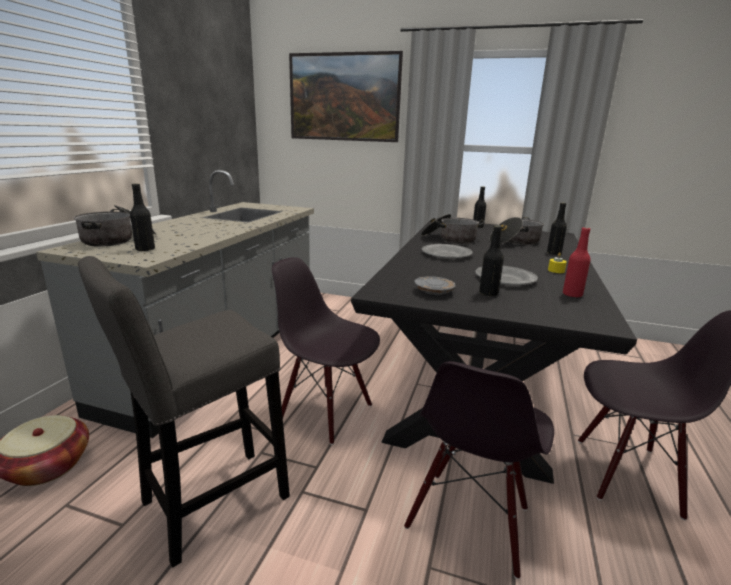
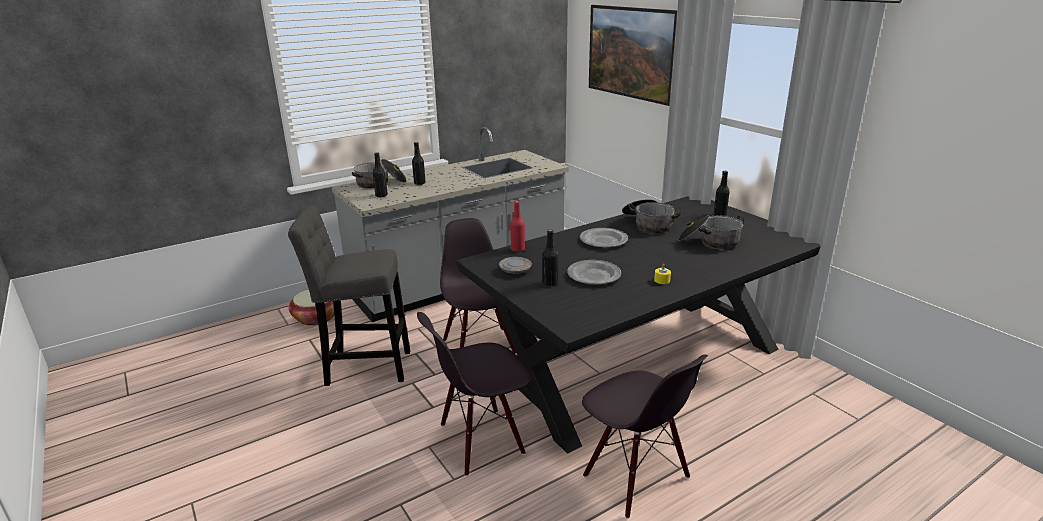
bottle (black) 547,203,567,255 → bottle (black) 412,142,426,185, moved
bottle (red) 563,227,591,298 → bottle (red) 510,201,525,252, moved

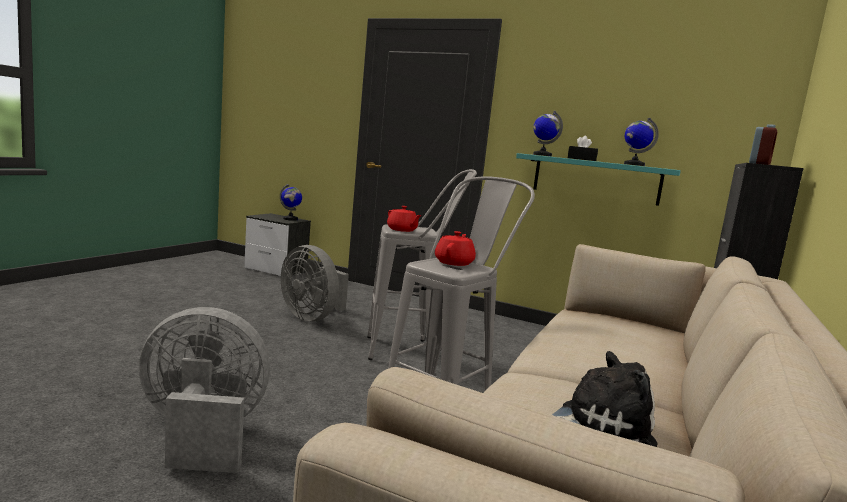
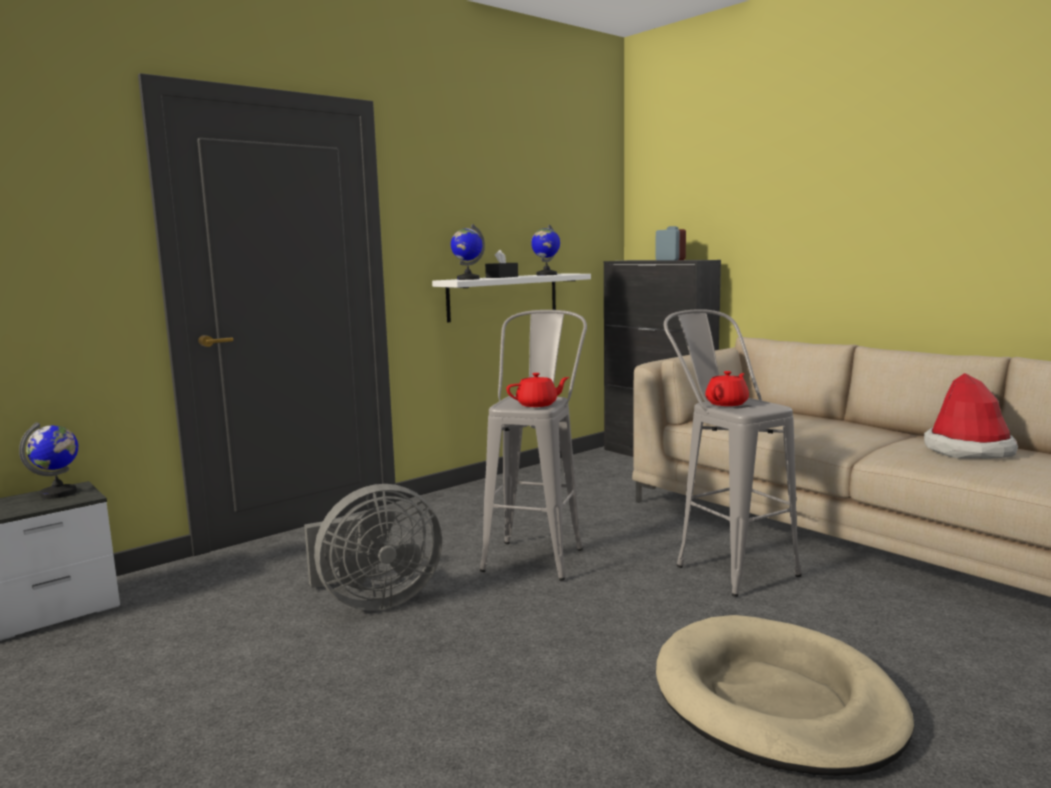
fan (grey) 139,307,270,473 → dog bed (beige) 656,615,914,776
teapot (red) 435,231,476,266 → teapot (red) 705,371,749,406, 90 degrees clockwise
shelf (turquoise) 516,153,681,206 → shelf (white) 432,273,591,323
plush toy 552,351,657,447 → hat 924,373,1018,459

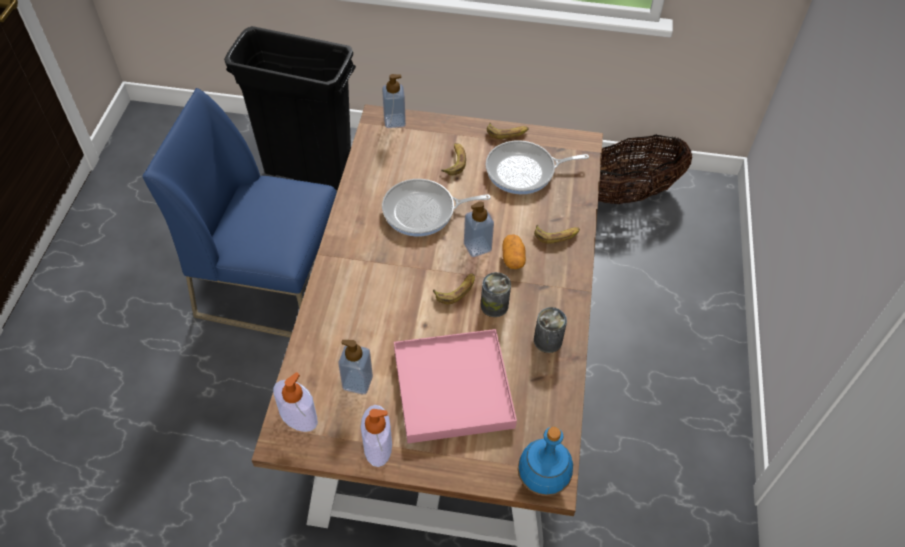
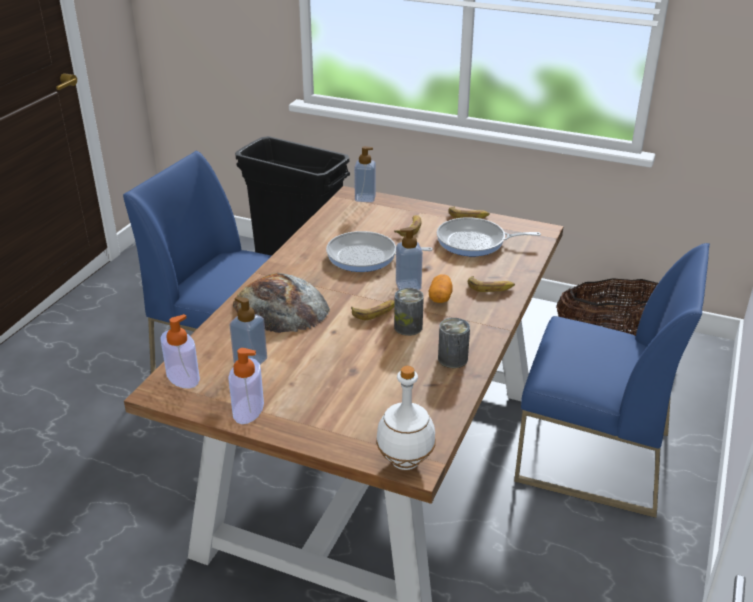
tray (pink) 394,329,517,443 → -
bottle (blue) 518,427,573,496 → bottle (white) 376,366,436,470
- → bread 233,273,330,333
- → chair (blue) 514,243,710,518

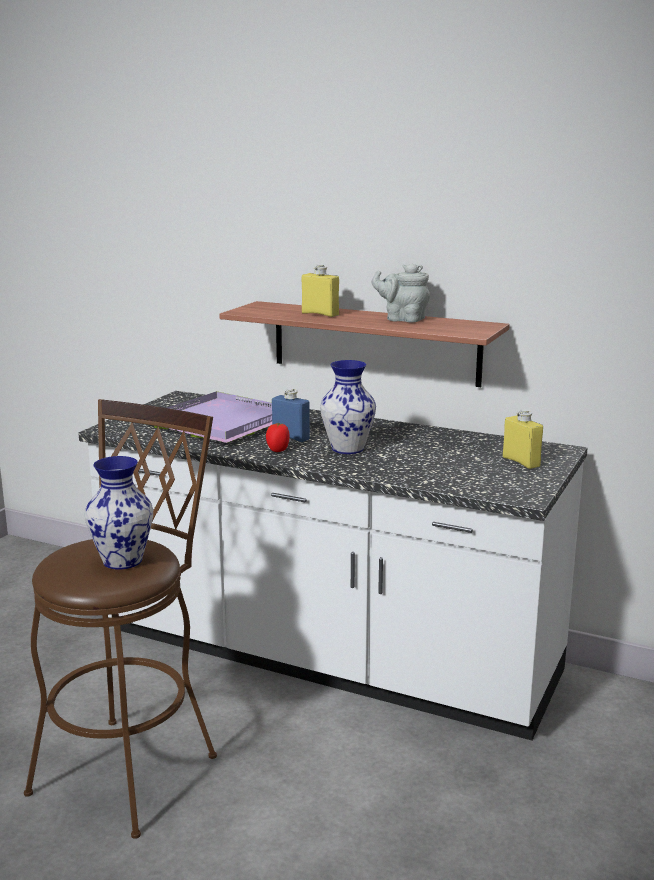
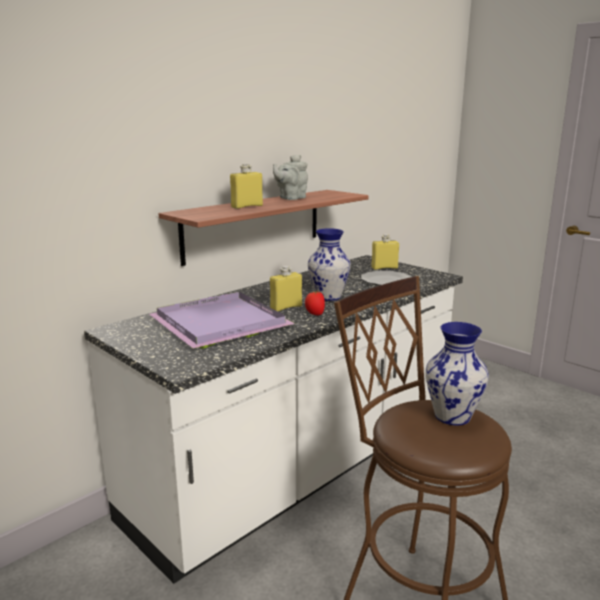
bottle (blue) 272,388,310,442 → bottle (yellow) 270,266,302,312
- → plate 361,271,411,286

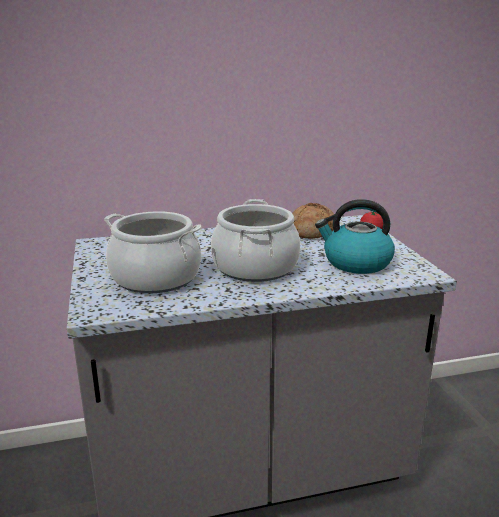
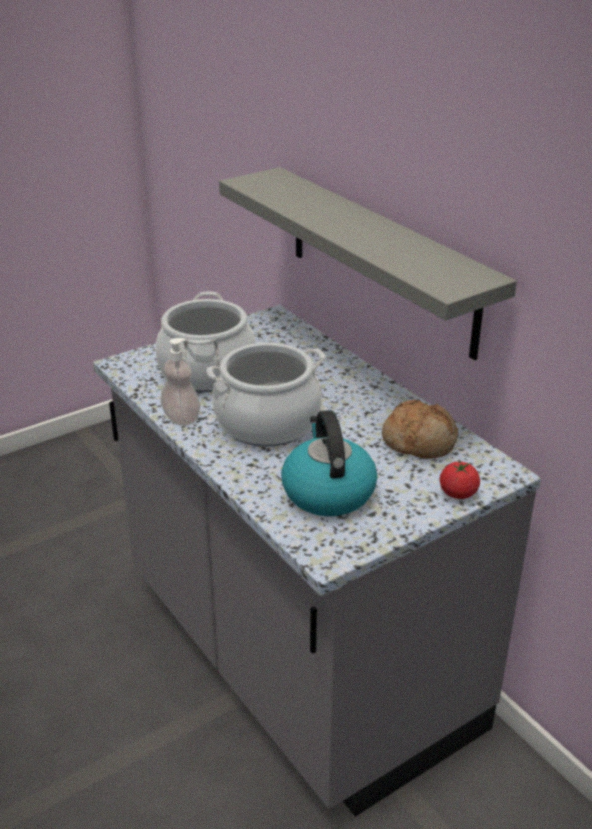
- → soap dispenser 161,338,200,426
- → shelf (grey) 219,167,517,360

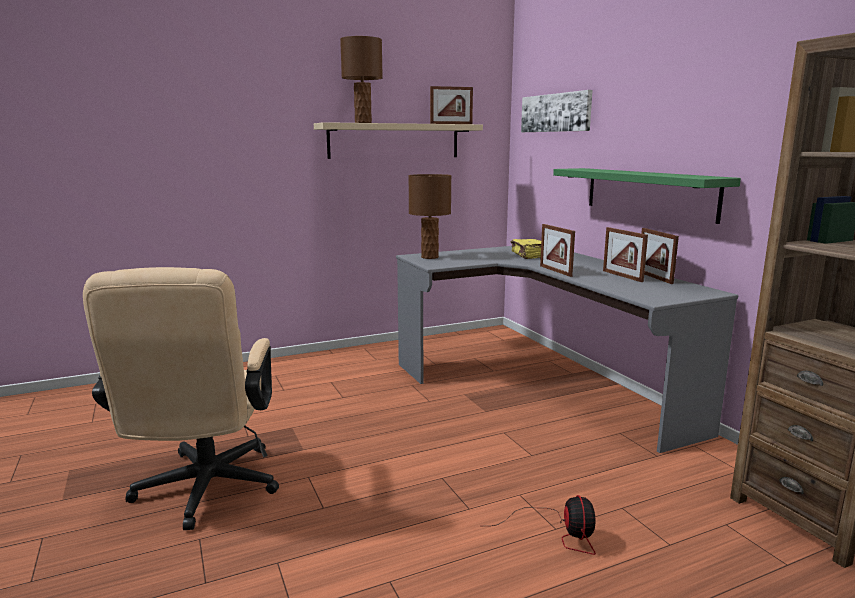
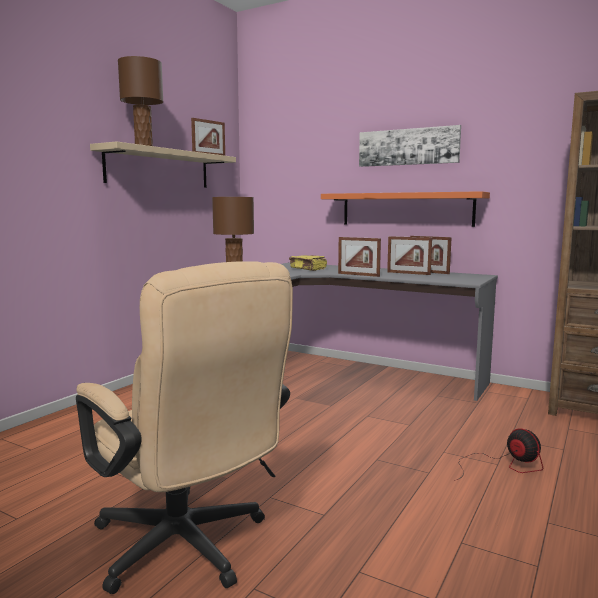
picture 521,90,593,132 → picture 359,125,461,167, moved
shelf (green) 553,168,741,224 → shelf (orange) 321,191,490,227

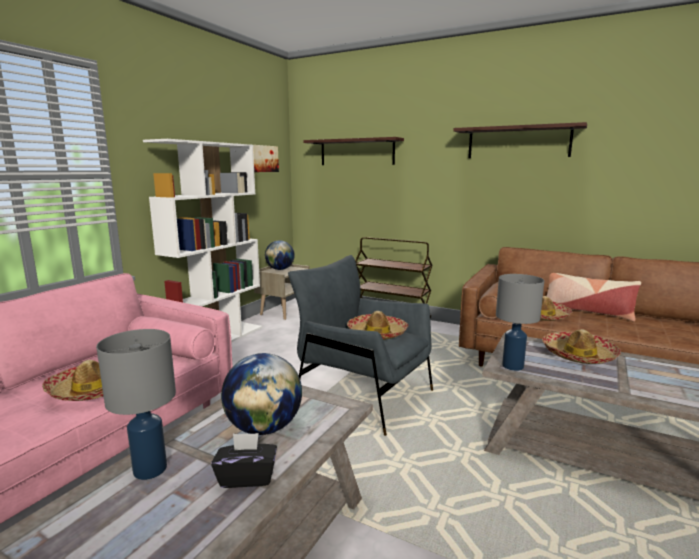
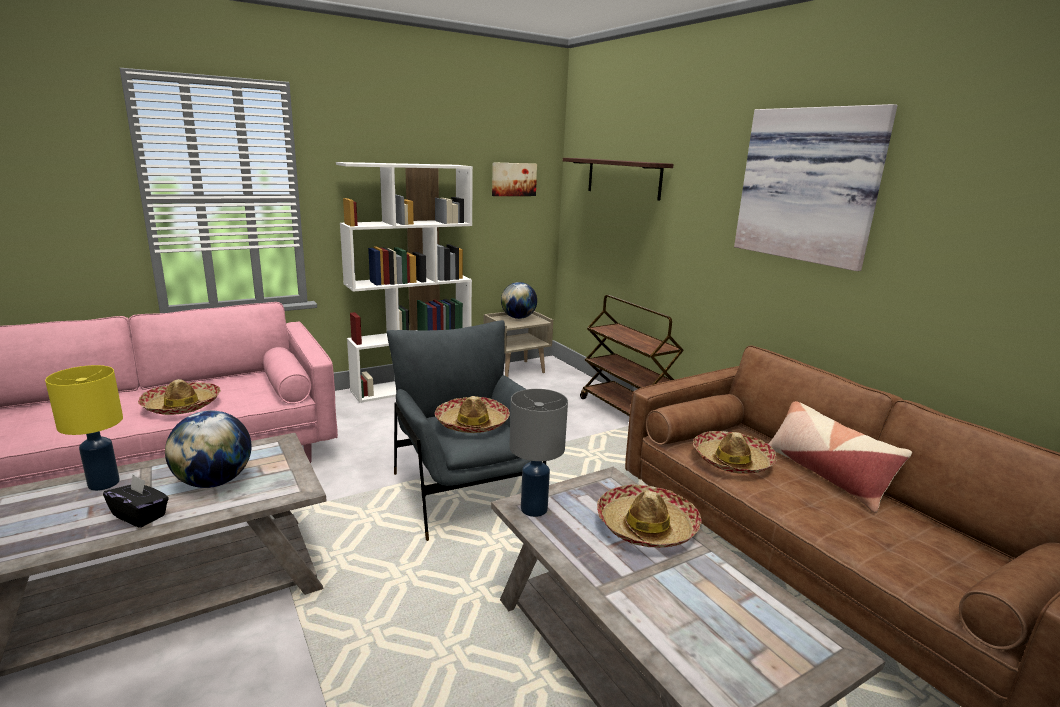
table lamp (grey) 96,329,176,480 → table lamp (yellow) 45,365,123,491
shelf 453,122,587,158 → picture 734,104,897,271

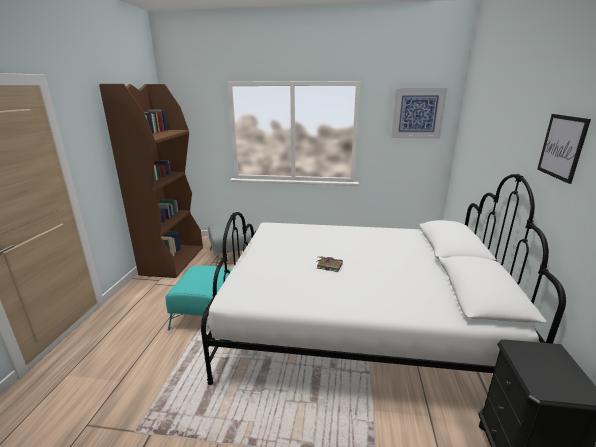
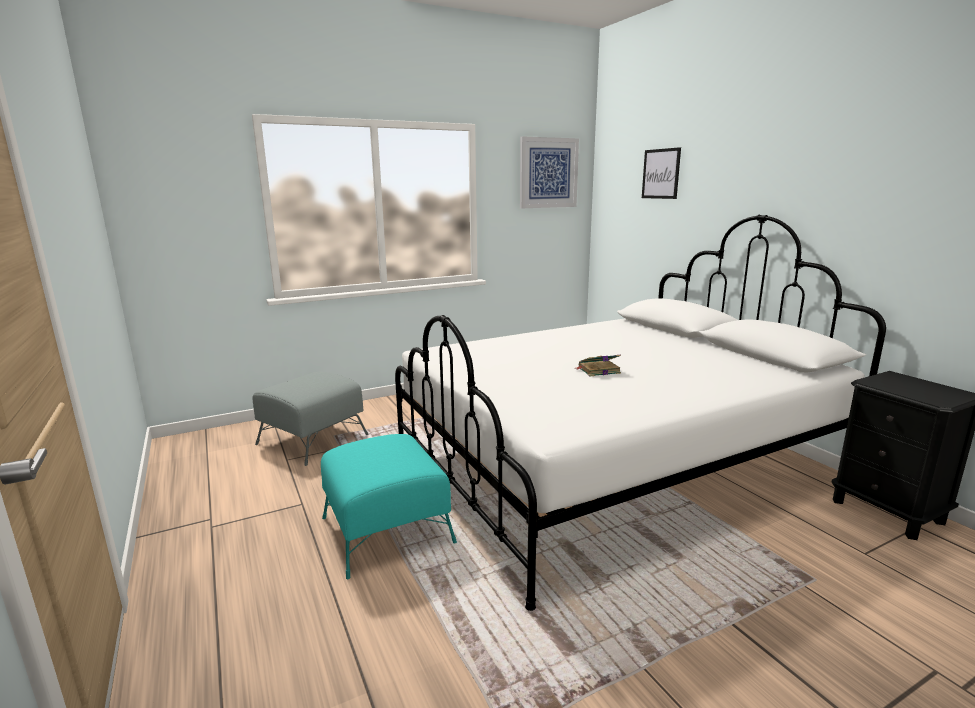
bookcase (brown) 99,84,203,278 → -
picture 537,114,591,184 → picture 642,147,681,199, moved

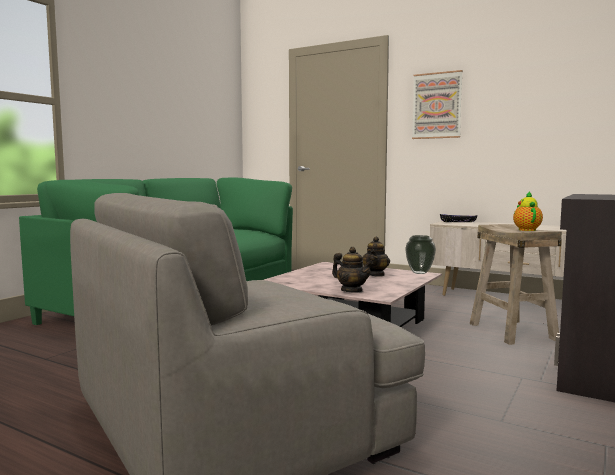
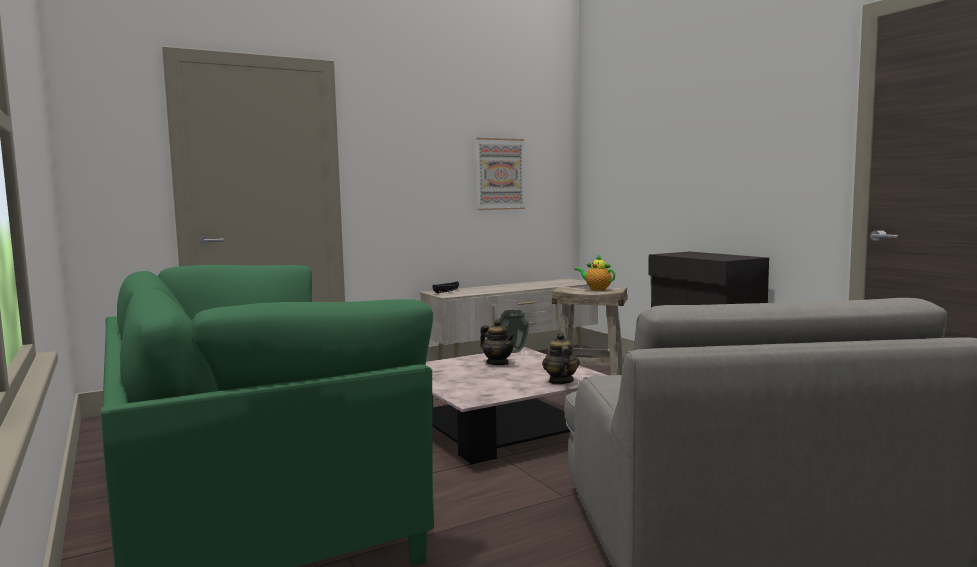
teapot 332,247,373,293 → teapot 542,332,580,384, 75 degrees counterclockwise
picture 412,70,463,139 → picture 476,138,525,210, moved

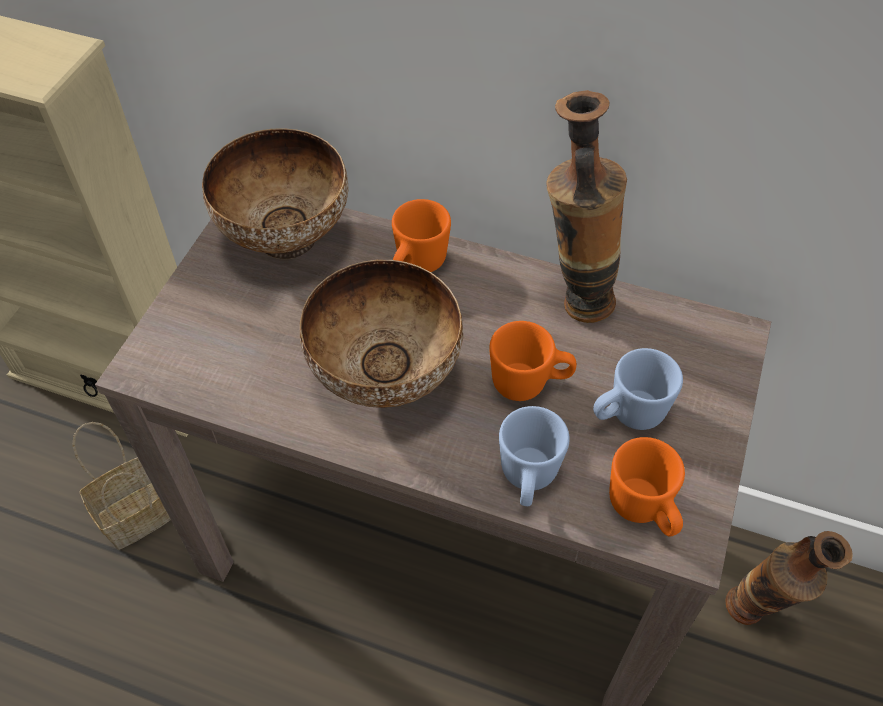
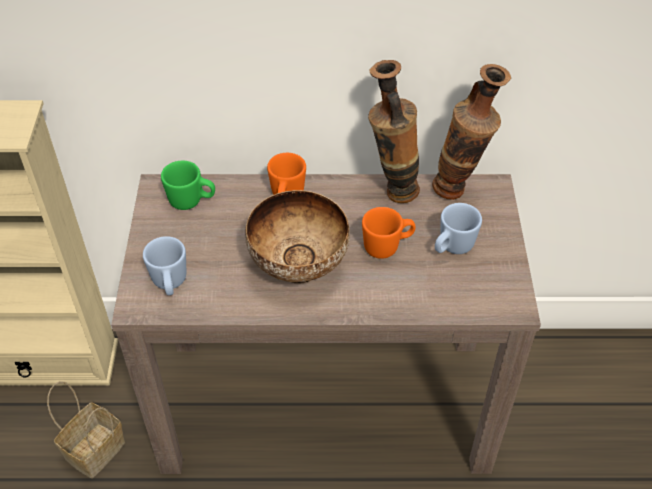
bowl 202,128,349,259 → mug (green) 161,161,215,210
mug (blue) 499,406,570,506 → mug (blue) 143,236,186,295, moved
mug (orange) 609,437,685,536 → -
vase 725,531,853,625 → vase 432,64,511,200, moved

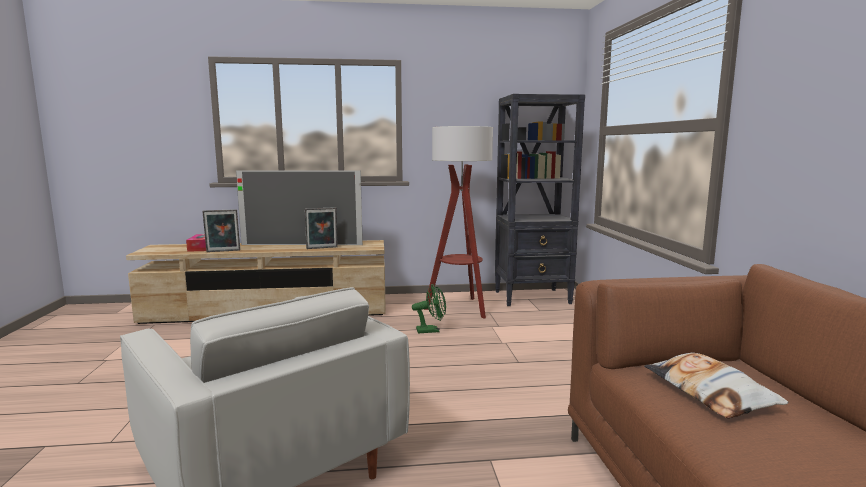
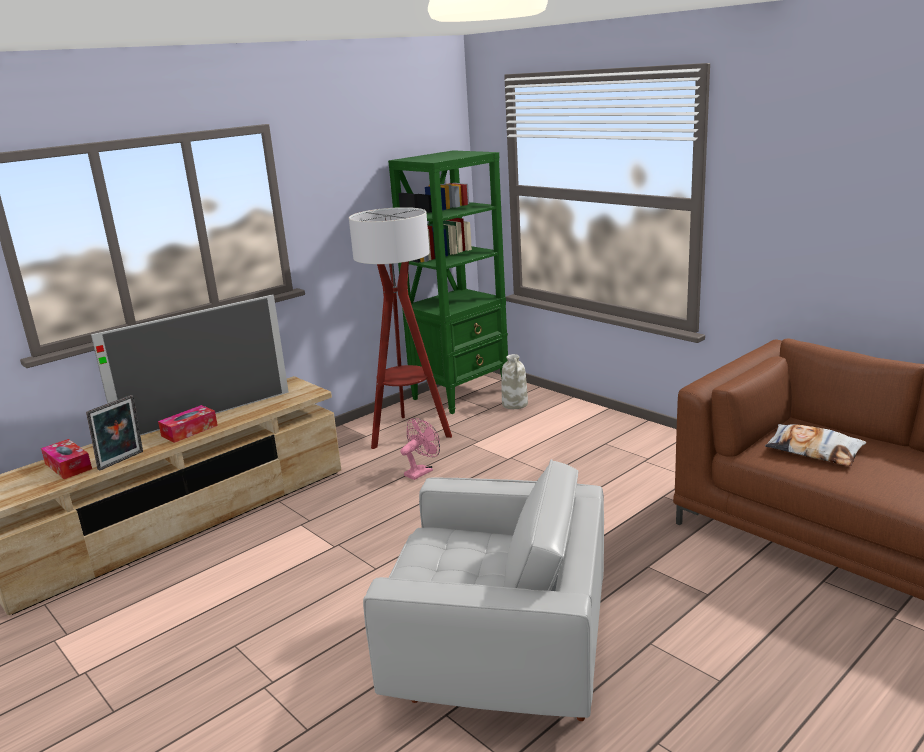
picture frame 305,207,338,249 → -
fan (green) 412,284,446,333 → fan (pink) 400,418,440,480
bookcase (black) 495,94,585,306 → bookcase (green) 388,150,508,414
- → tissue box 158,405,218,443
- → vase (white) 502,354,528,409

